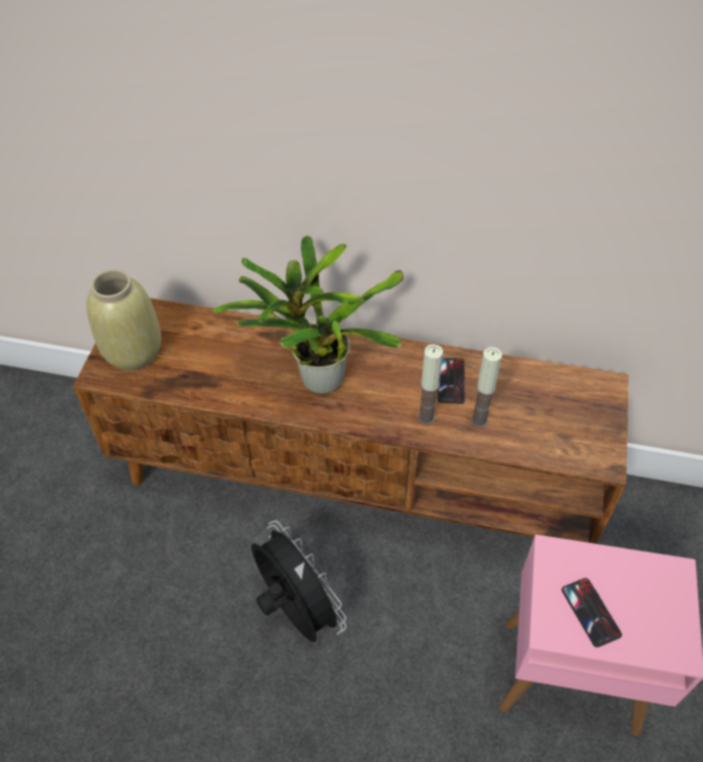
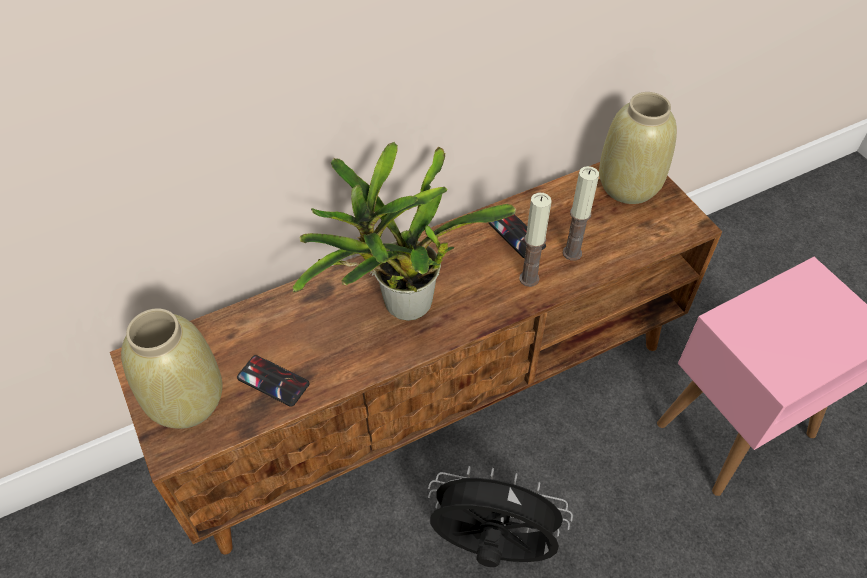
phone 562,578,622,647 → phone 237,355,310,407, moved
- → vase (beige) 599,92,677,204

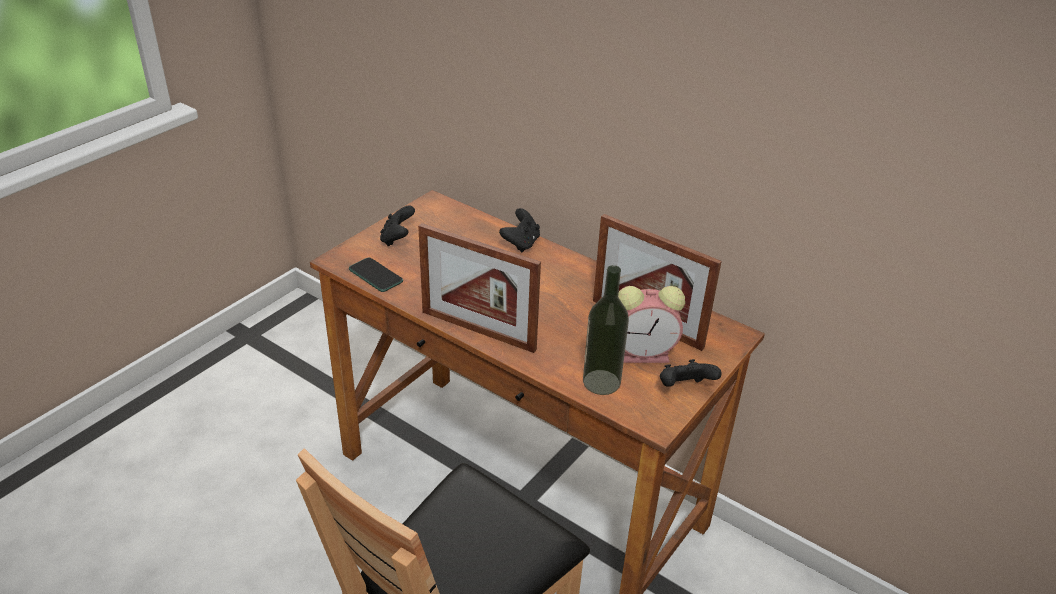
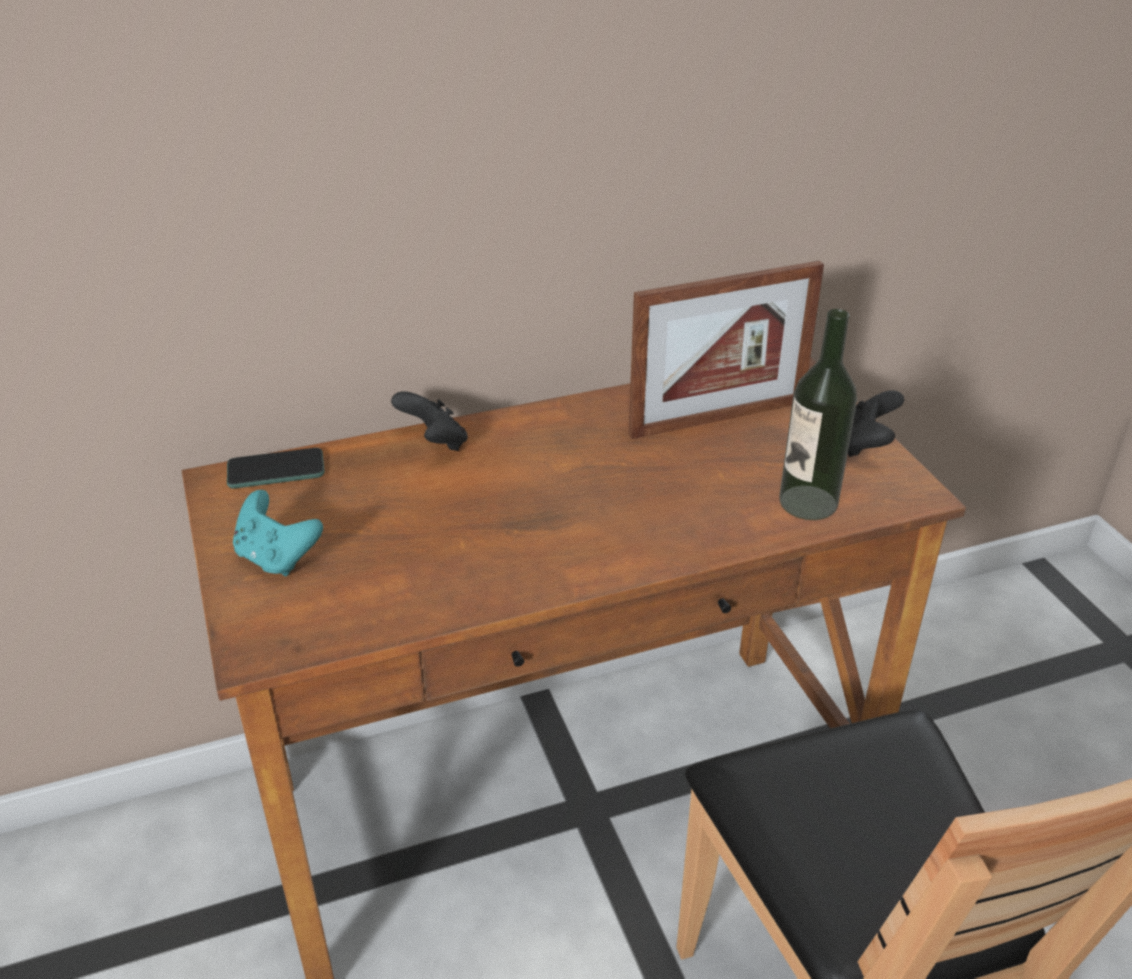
phone 349,258,403,292 → phone 227,448,325,489, moved
game controller (black) 380,206,415,246 → game controller (turquoise) 233,490,323,576
picture frame 418,223,541,353 → -
alarm clock 618,286,685,363 → -

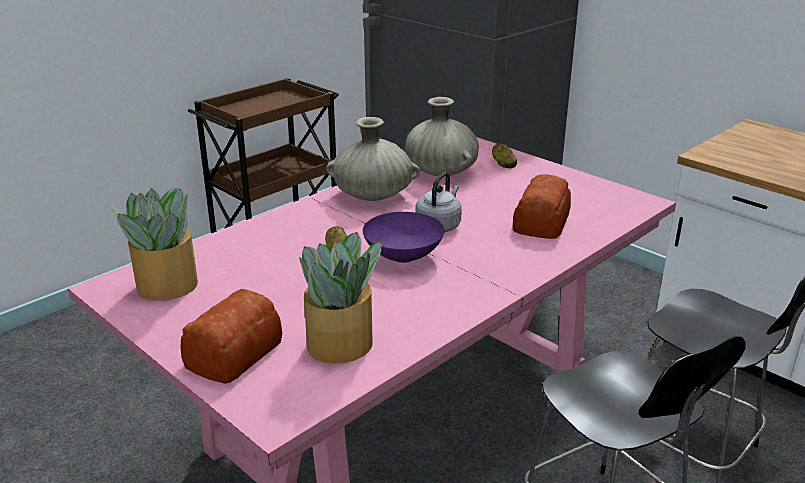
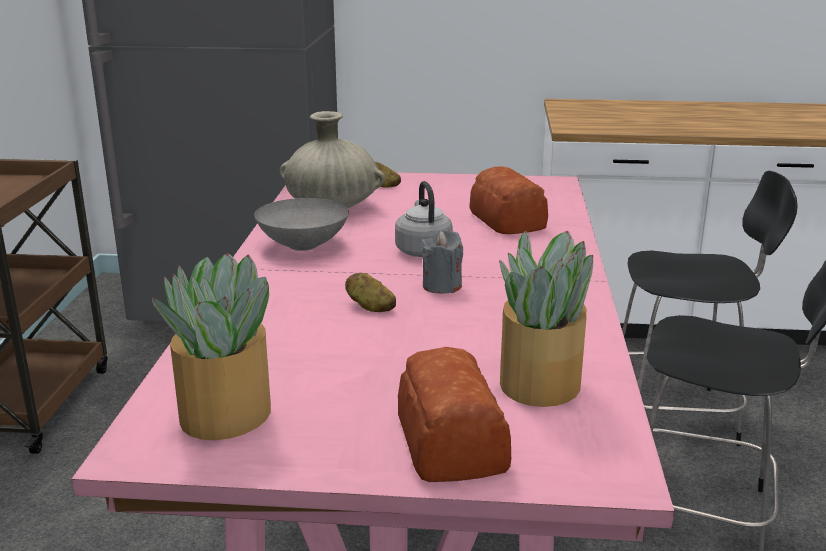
vase (beige) 326,117,420,201 → bowl (grey) 254,198,349,251
bowl (purple) 363,212,444,263 → candle (grey) 422,230,463,294

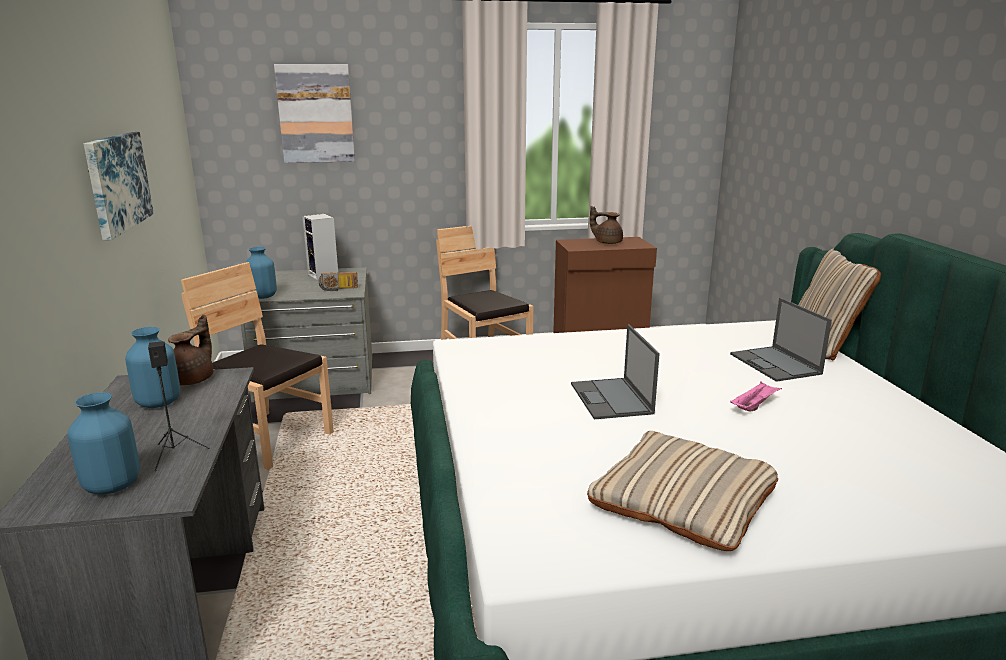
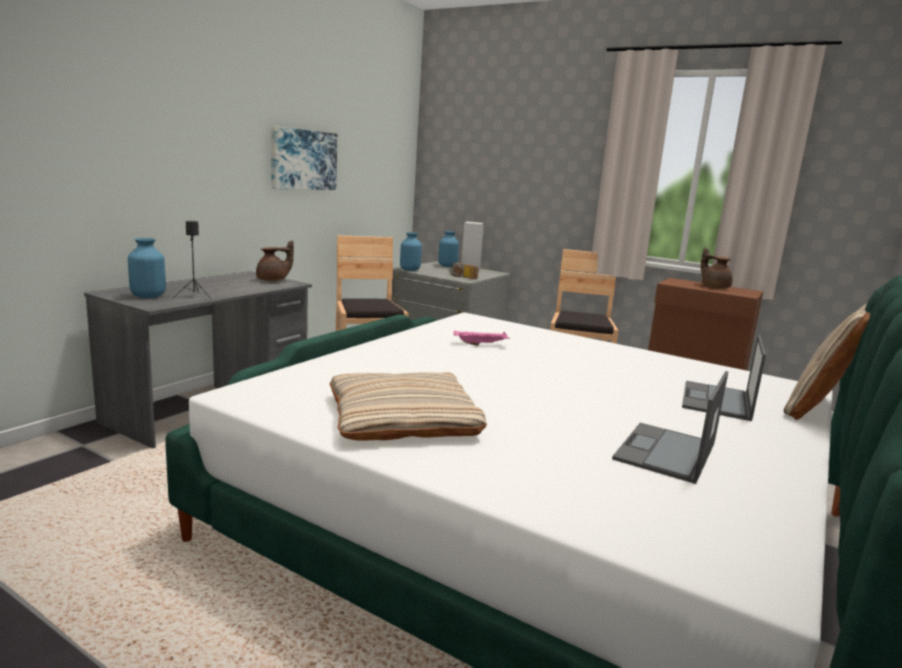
vase (blue) 125,327,180,408 → vase (blue) 438,231,459,267, moved
picture 274,64,355,163 → -
laptop 571,324,660,419 → laptop 612,371,728,484, moved
tray (pink) 730,381,782,411 → tray (pink) 454,330,510,346, moved

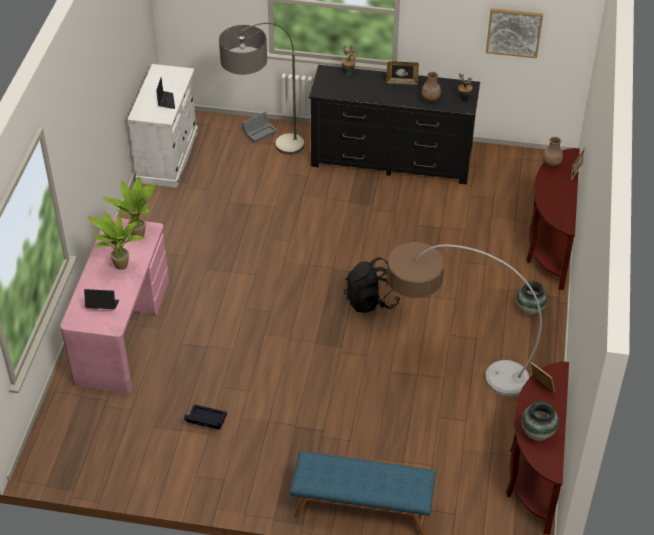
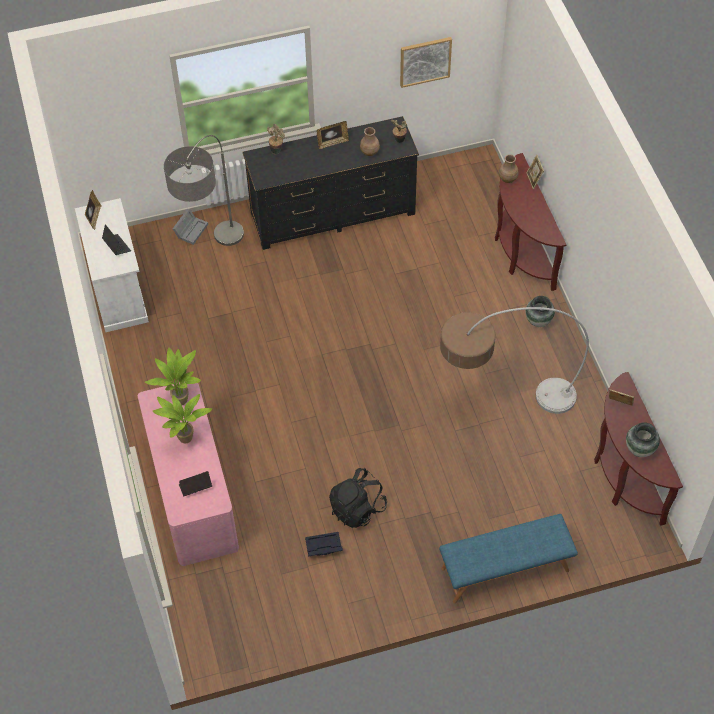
backpack (black) 344,257,400,313 → backpack (black) 329,468,387,528, moved
- → picture frame 85,190,102,230

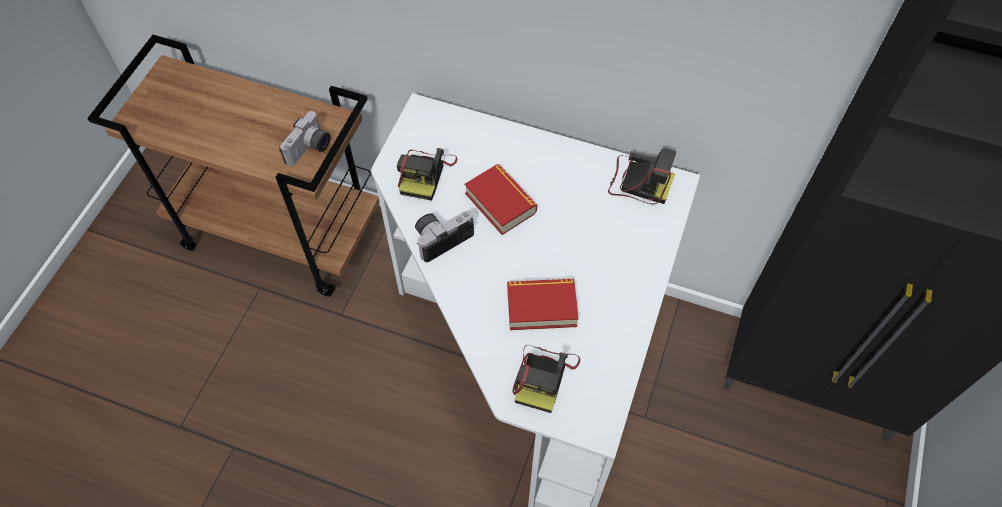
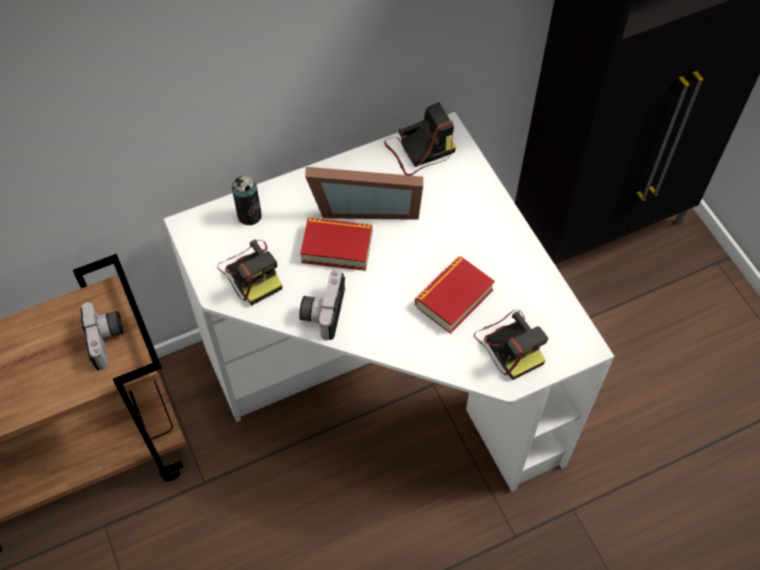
- → can 232,175,261,225
- → picture frame 305,167,423,220

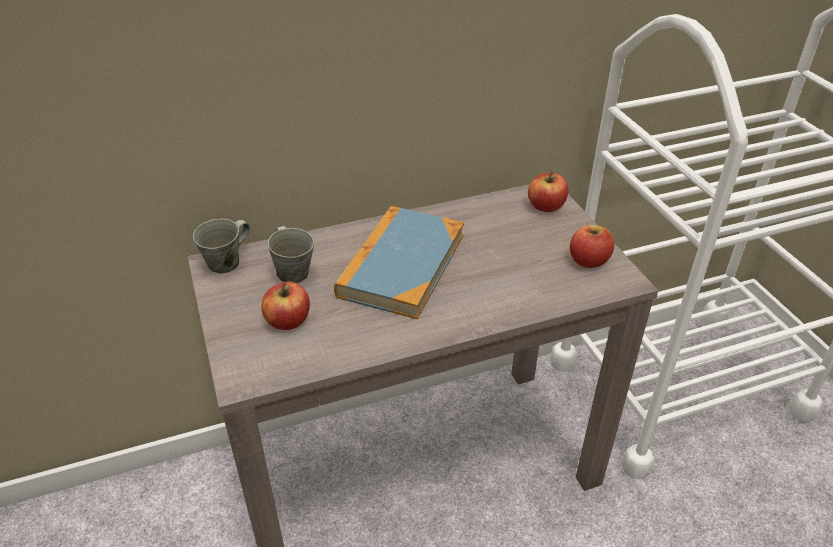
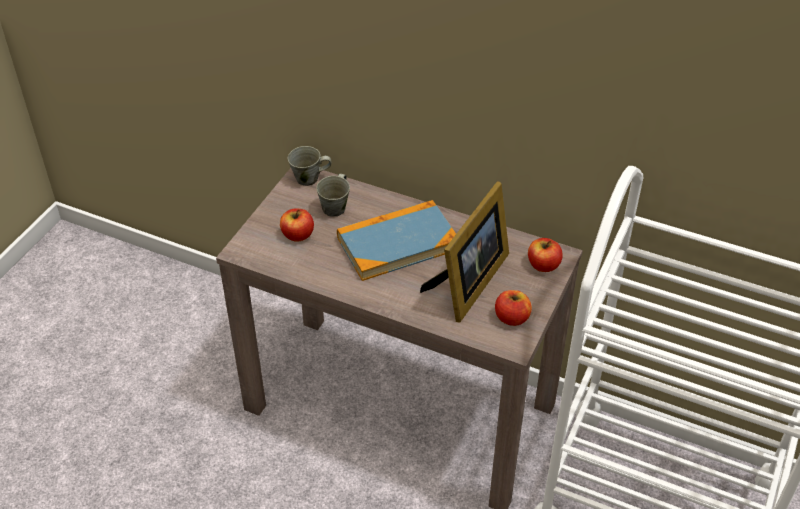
- → picture frame 420,181,509,323

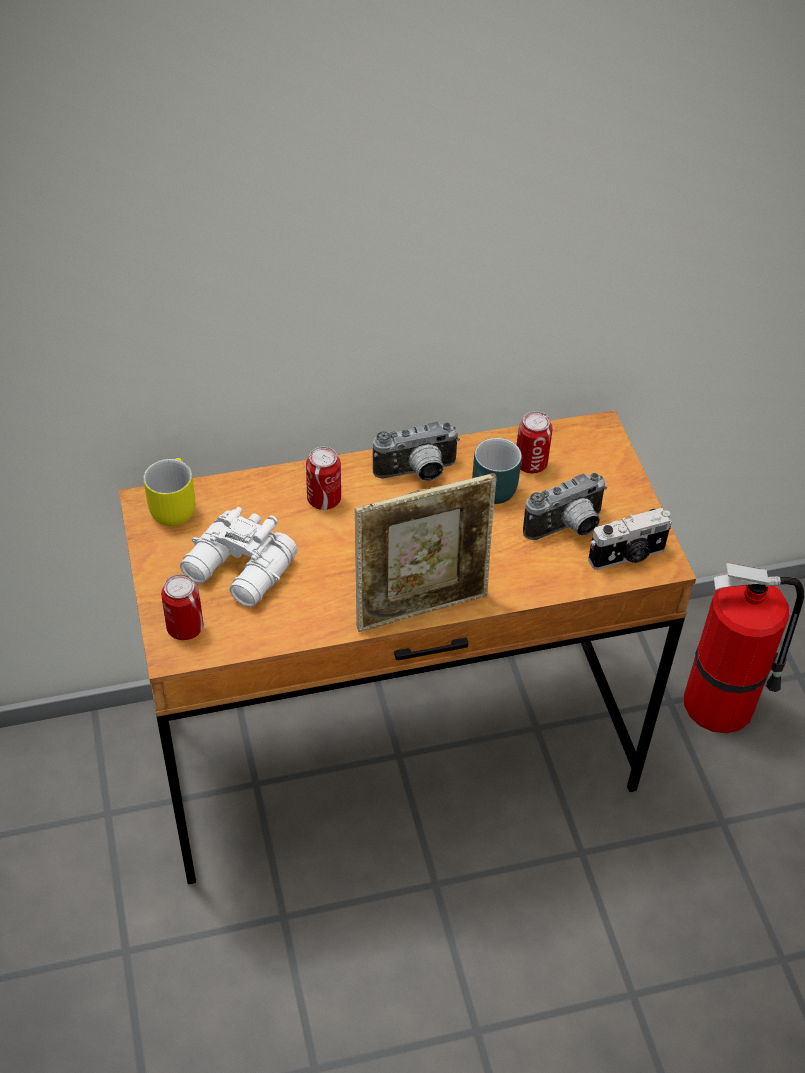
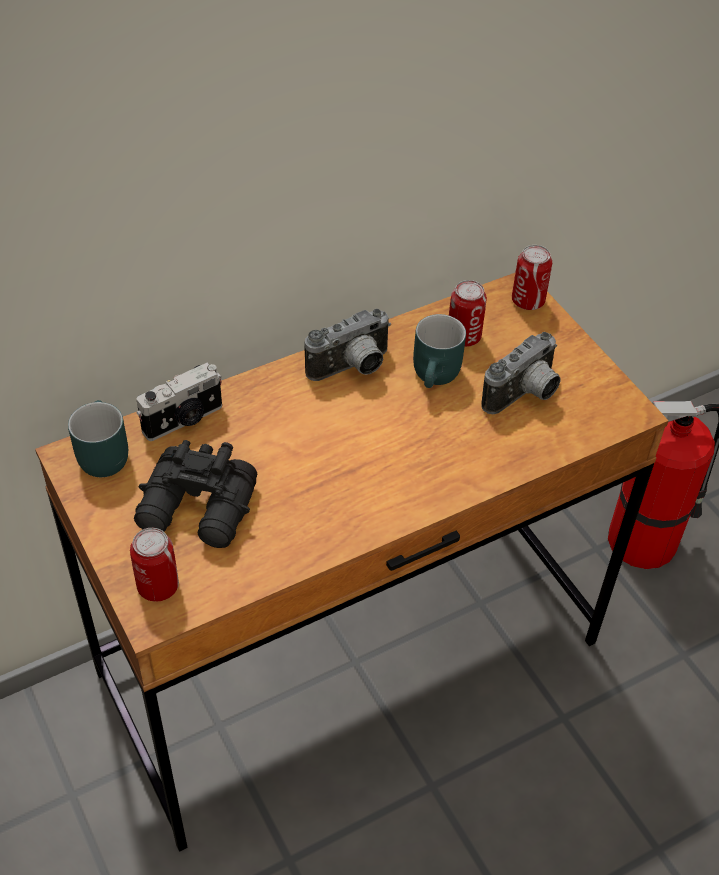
mug (yellow) 143,458,195,526 → mug (turquoise) 68,400,128,477
binoculars (white) 180,507,298,607 → binoculars (black) 134,440,257,548
can 306,447,341,510 → can 512,245,552,310, moved
picture frame 355,473,497,632 → -
photo camera 588,508,672,570 → photo camera 137,363,222,441, moved

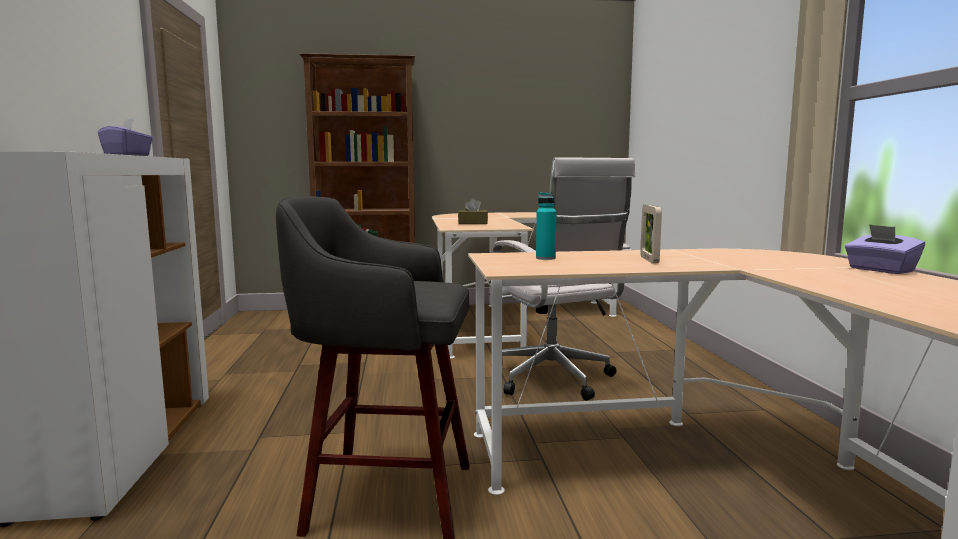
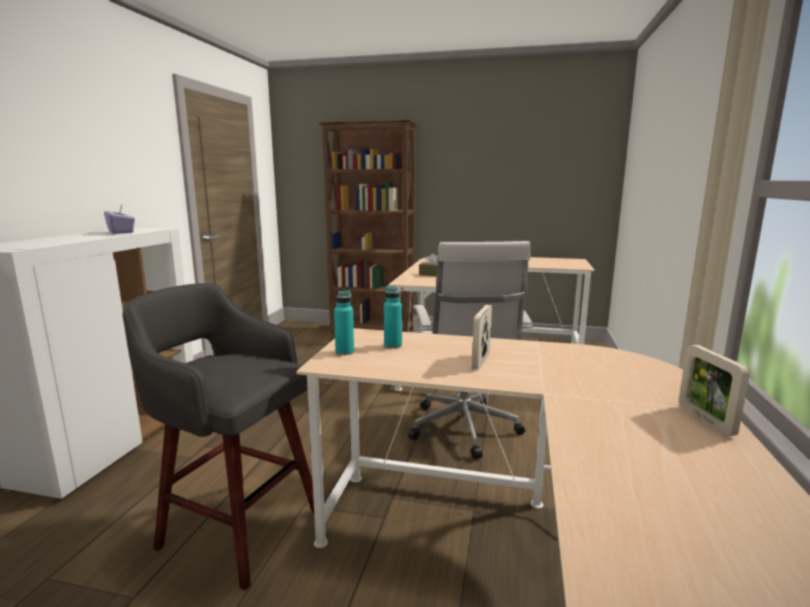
tissue box (purple) 845,224,925,274 → picture frame 679,345,750,436
- → bottle (turquoise) 334,290,354,355

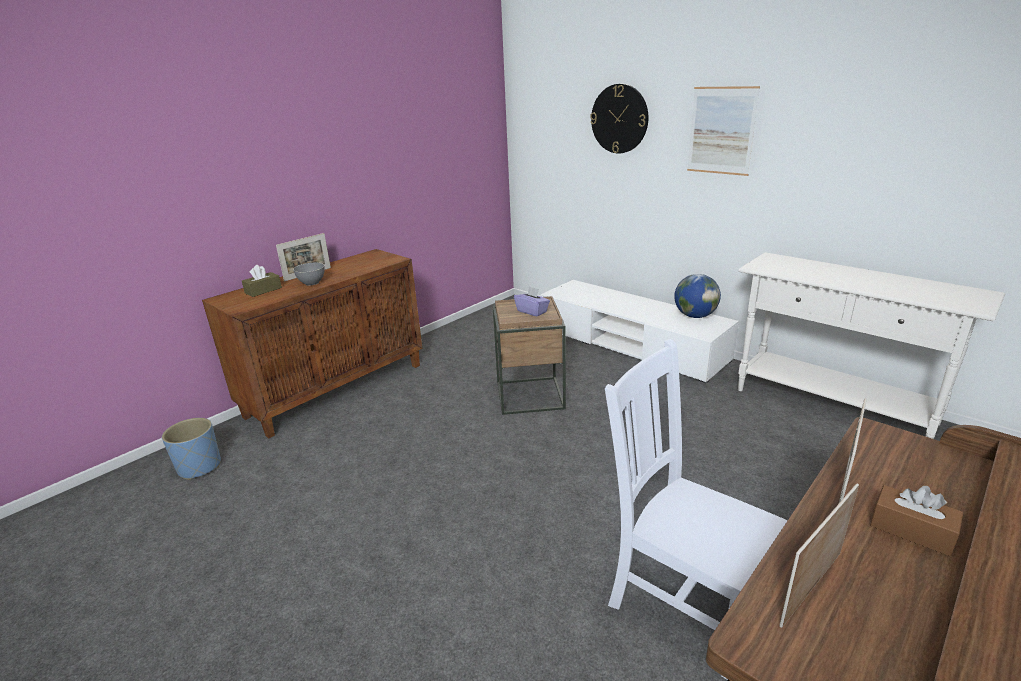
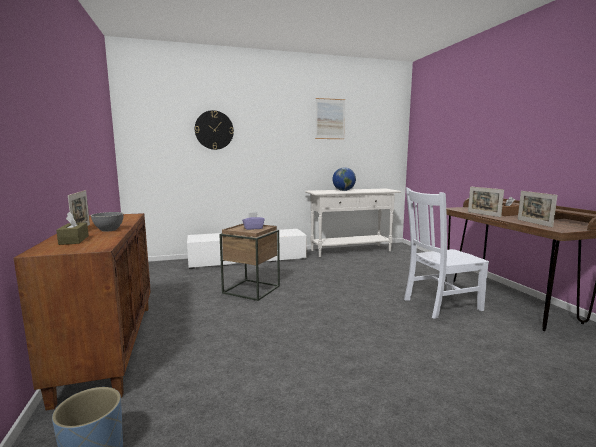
globe 674,274,721,318 → globe 332,167,356,191, moved
picture 687,86,760,176 → picture 315,98,345,139, moved

